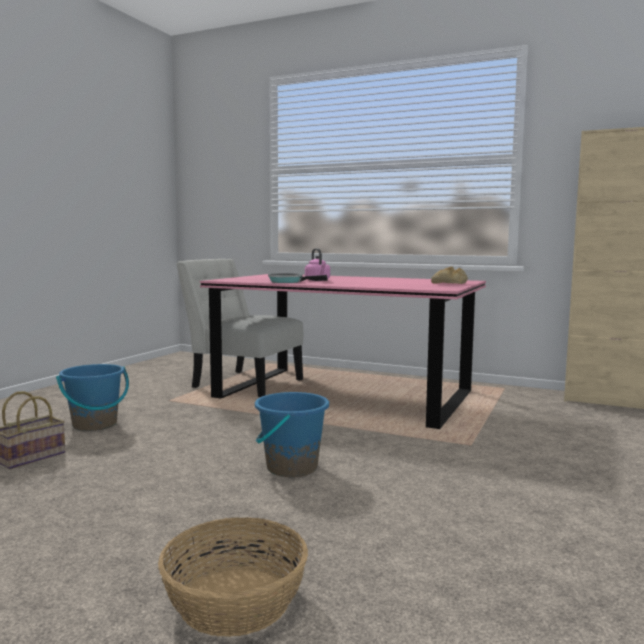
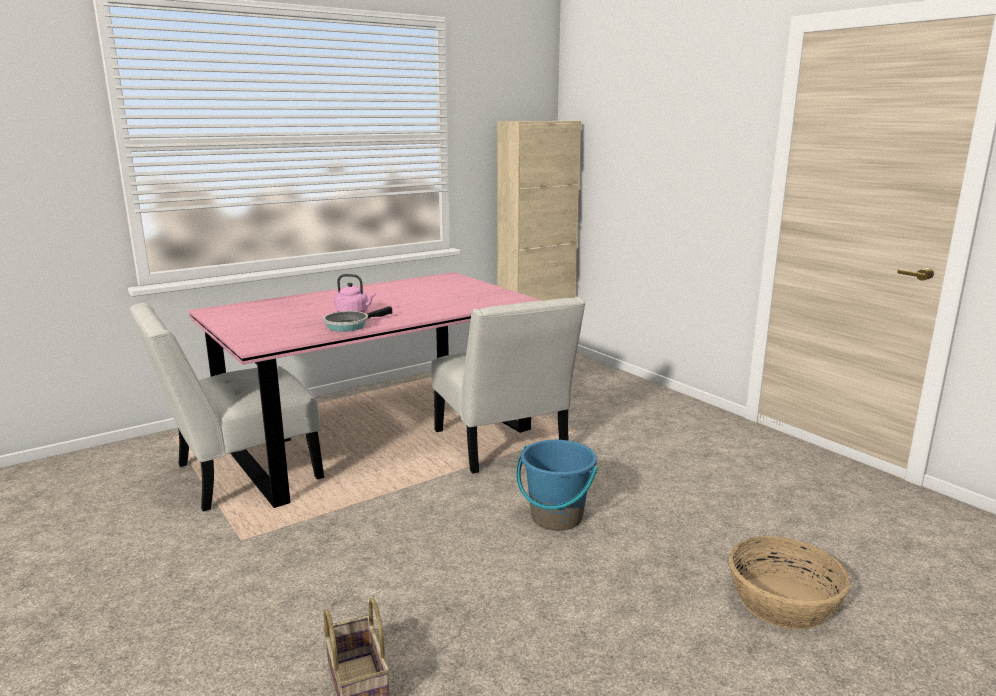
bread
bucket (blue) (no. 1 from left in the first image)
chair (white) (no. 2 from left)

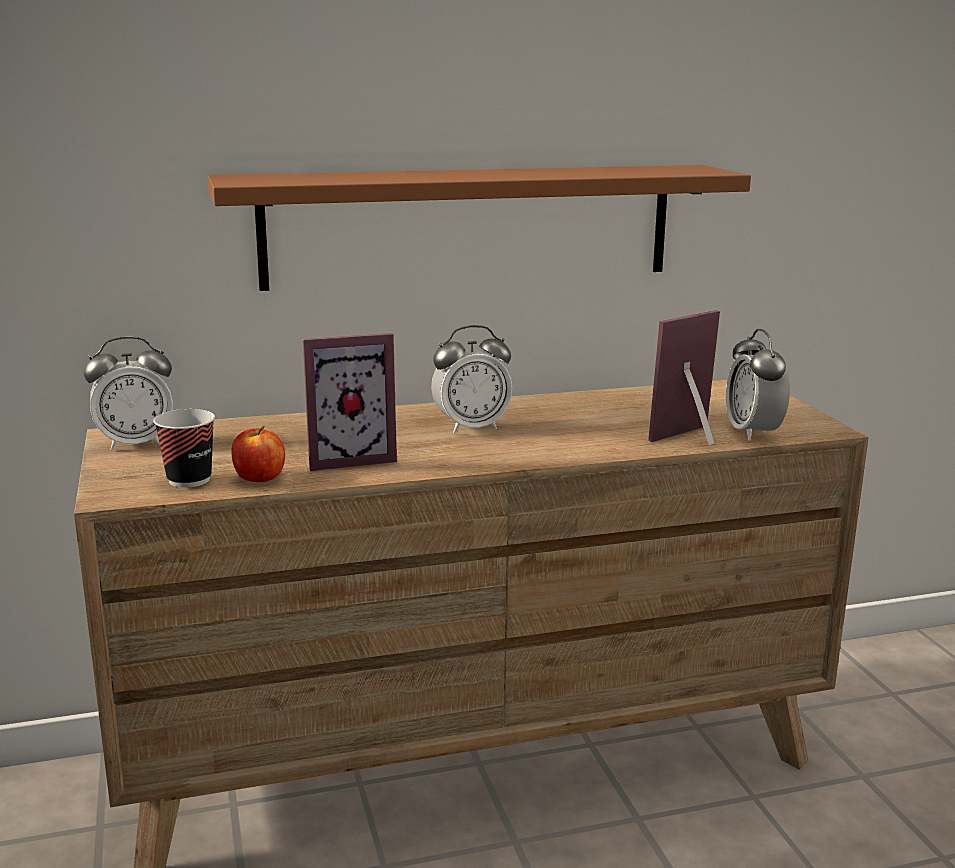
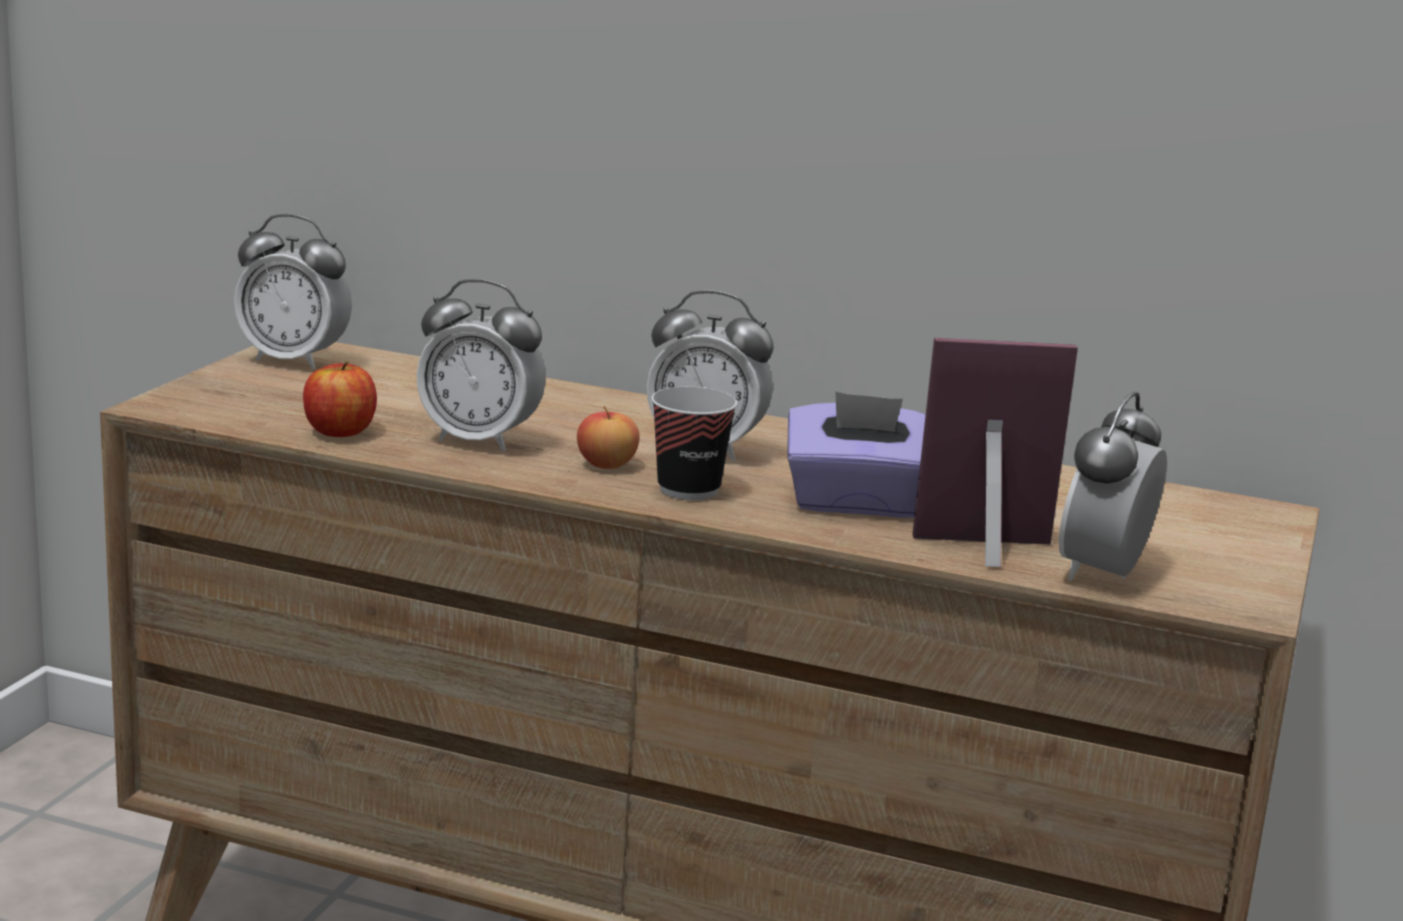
shelf (brown)
alarm clock (no. 2 from left)
cup
tissue box (purple)
apple (no. 2 from left)

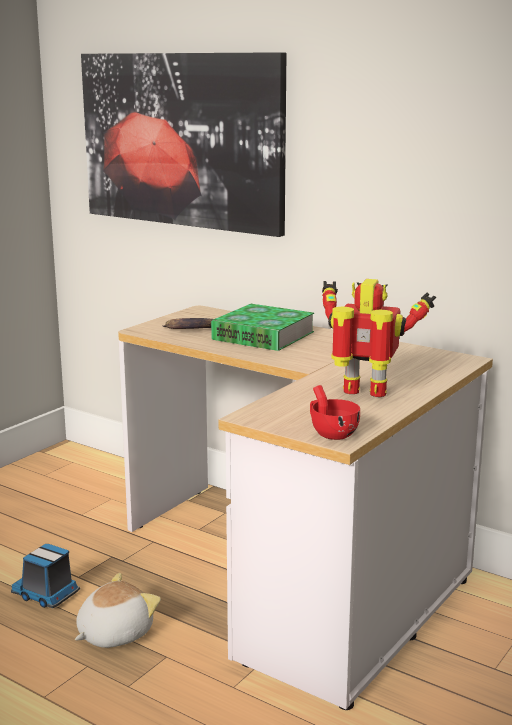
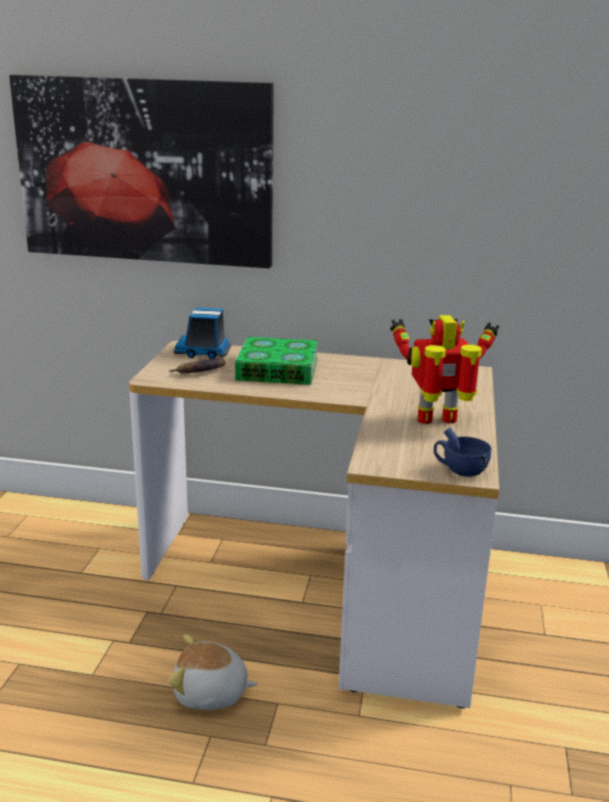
cup (blue)
toy truck
plush toy

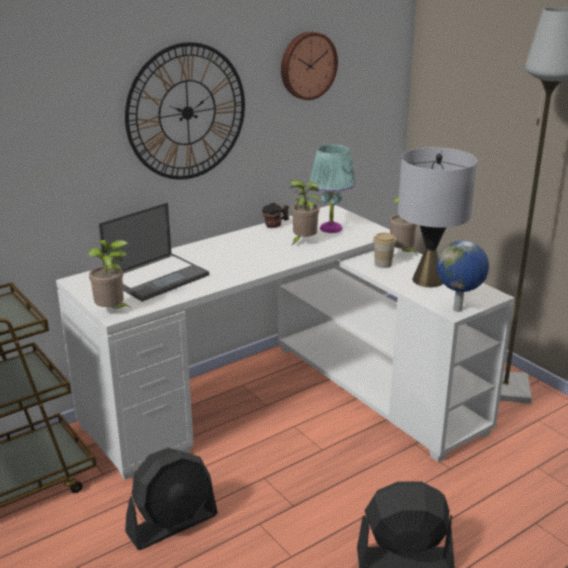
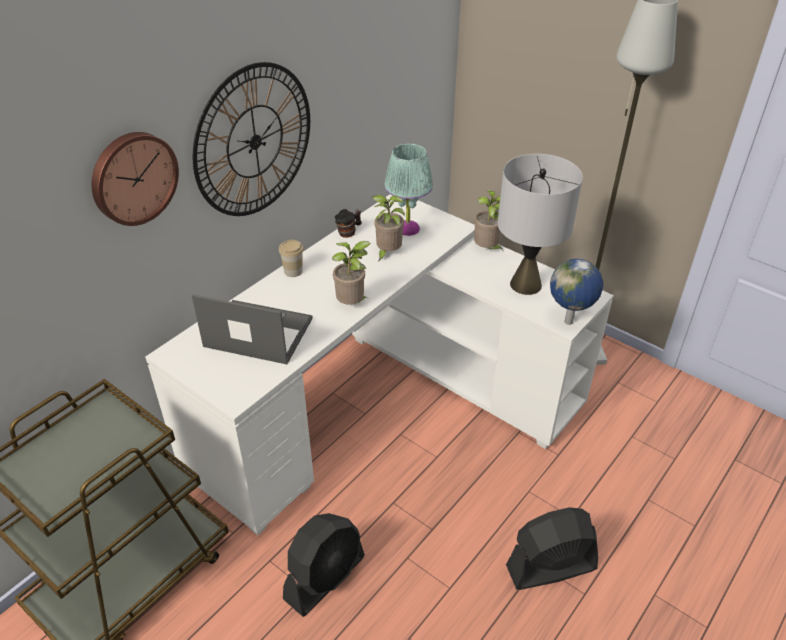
wall clock (no. 1 from left)
laptop
cup
potted plant (no. 1 from left)

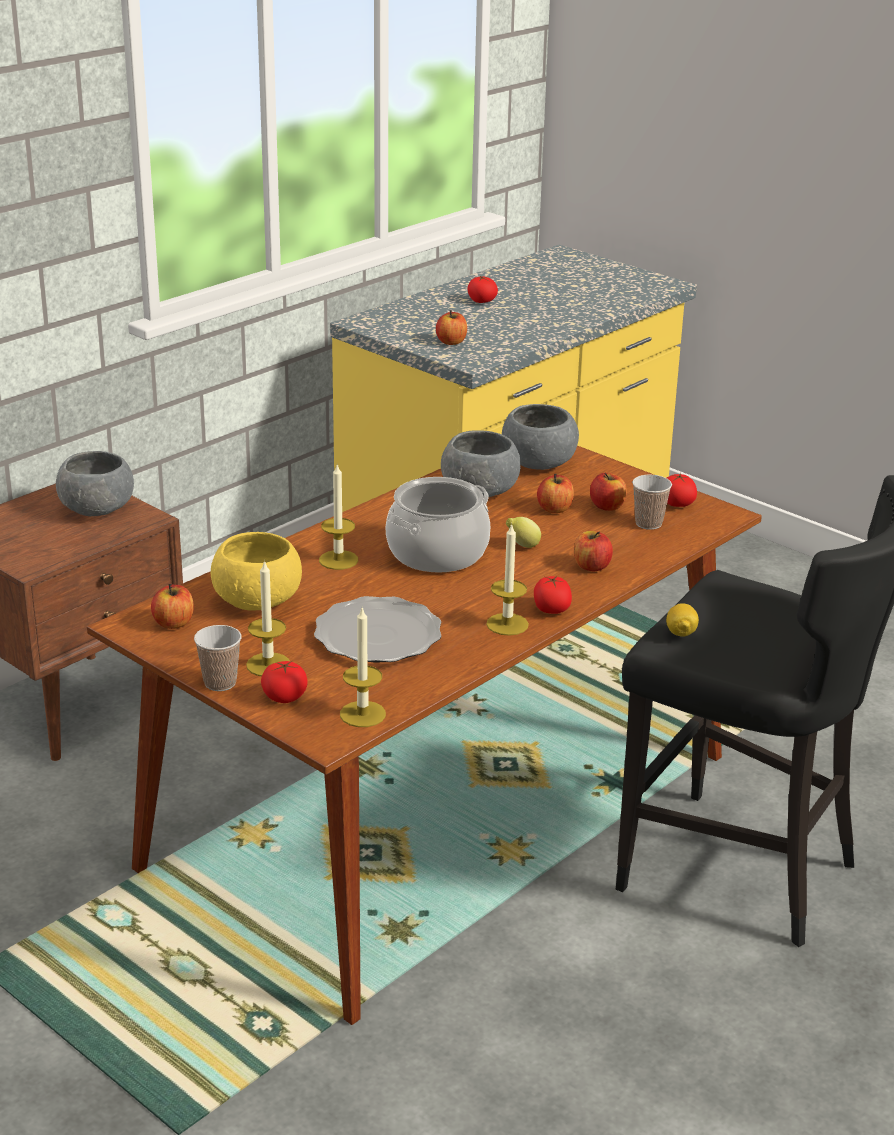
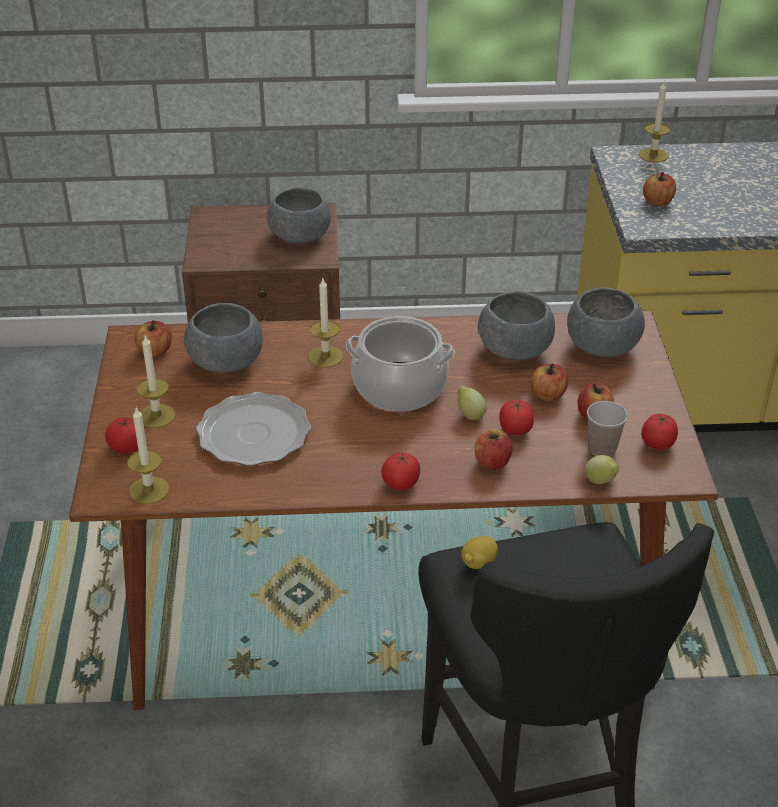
tomato (no. 3 from left)
candle (no. 4 from left)
bowl (grey) (no. 1 from left)
cup (no. 1 from left in the first image)
lemon (no. 3 from left)

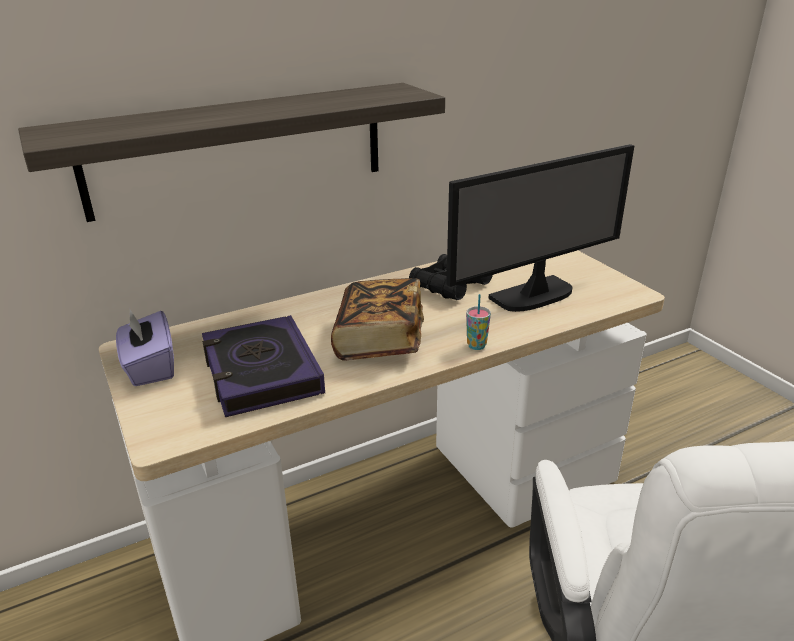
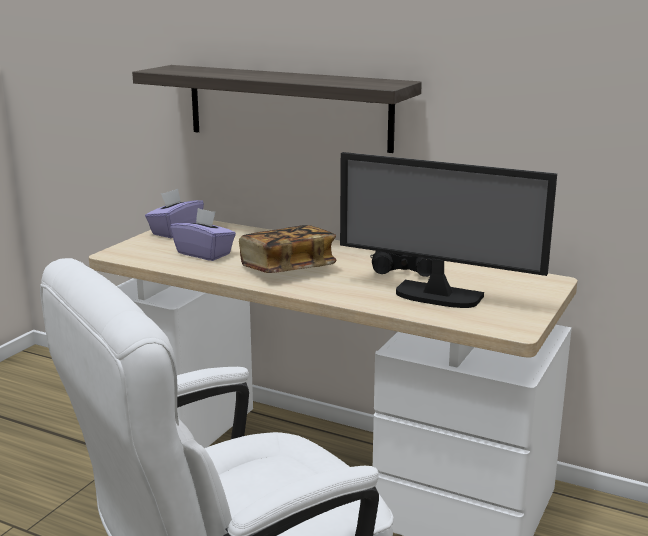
cup
tissue box (purple) (no. 2 from left)

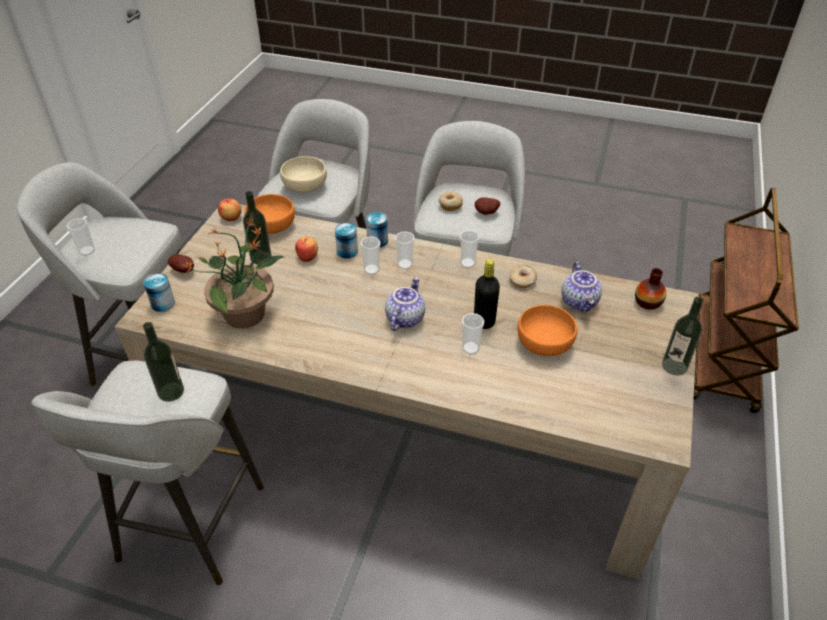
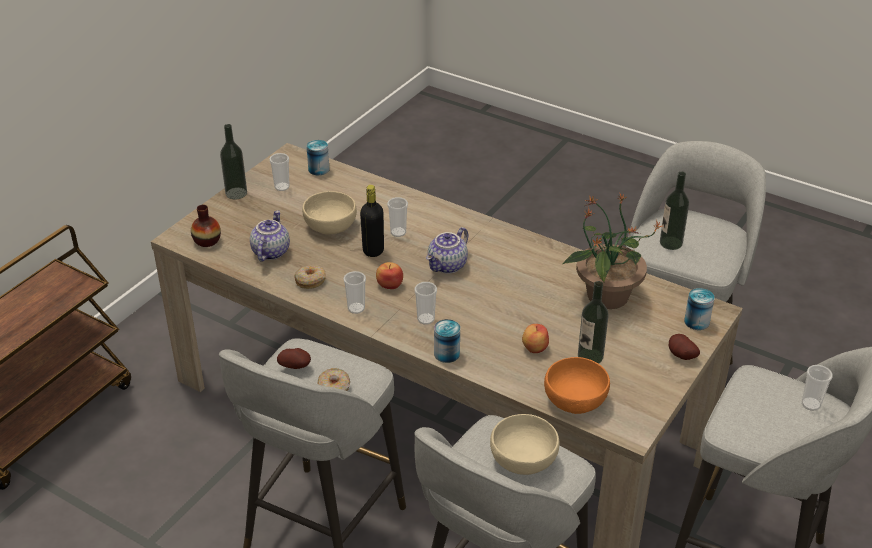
apple (no. 1 from left)
can (no. 1 from left)
cup (no. 1 from left)
bowl (beige) (no. 1 from left)

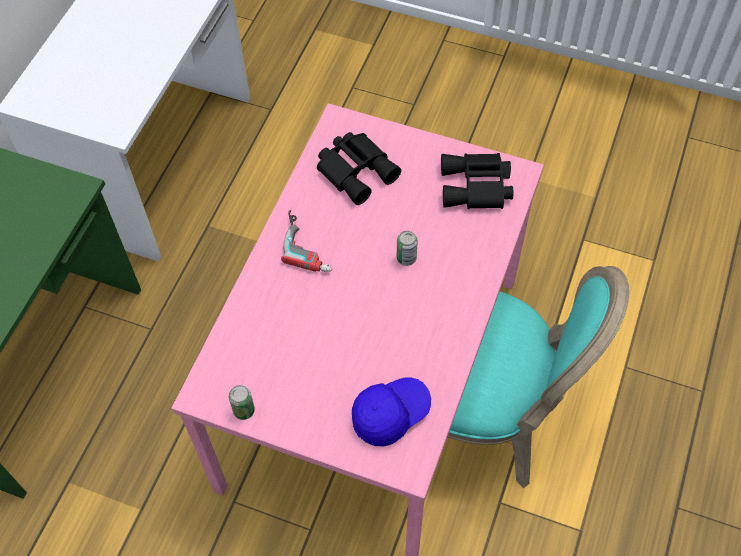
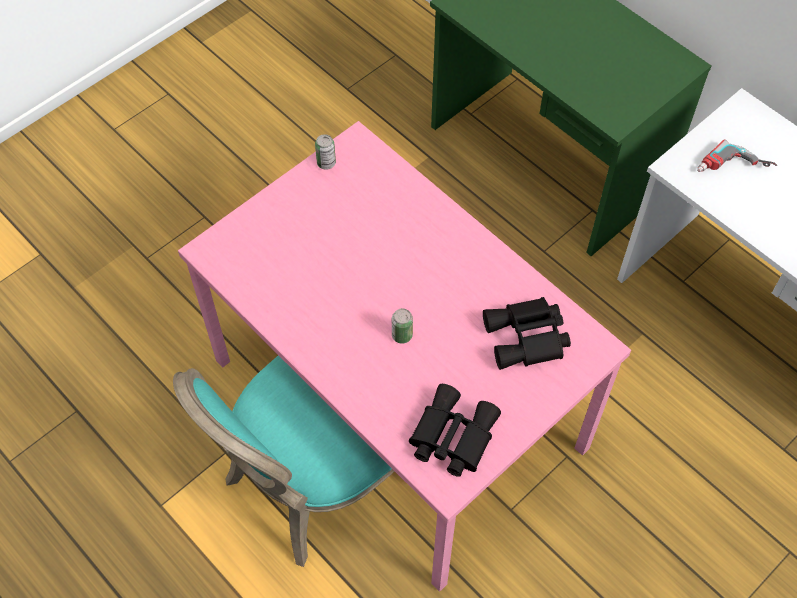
power drill
cap (blue)

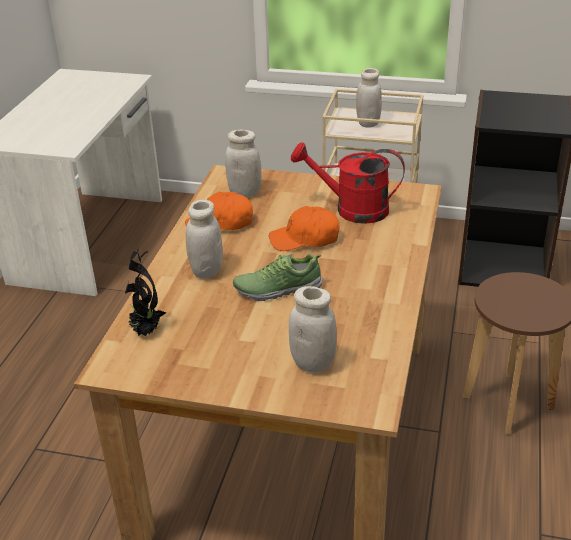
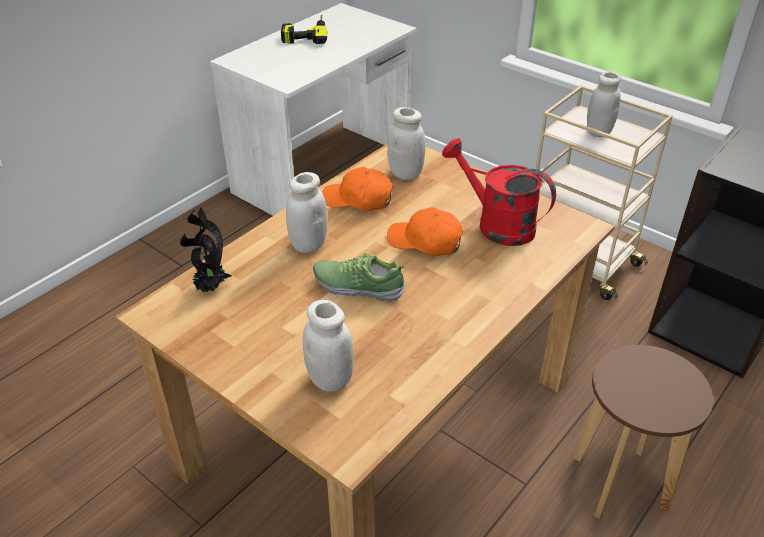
power drill

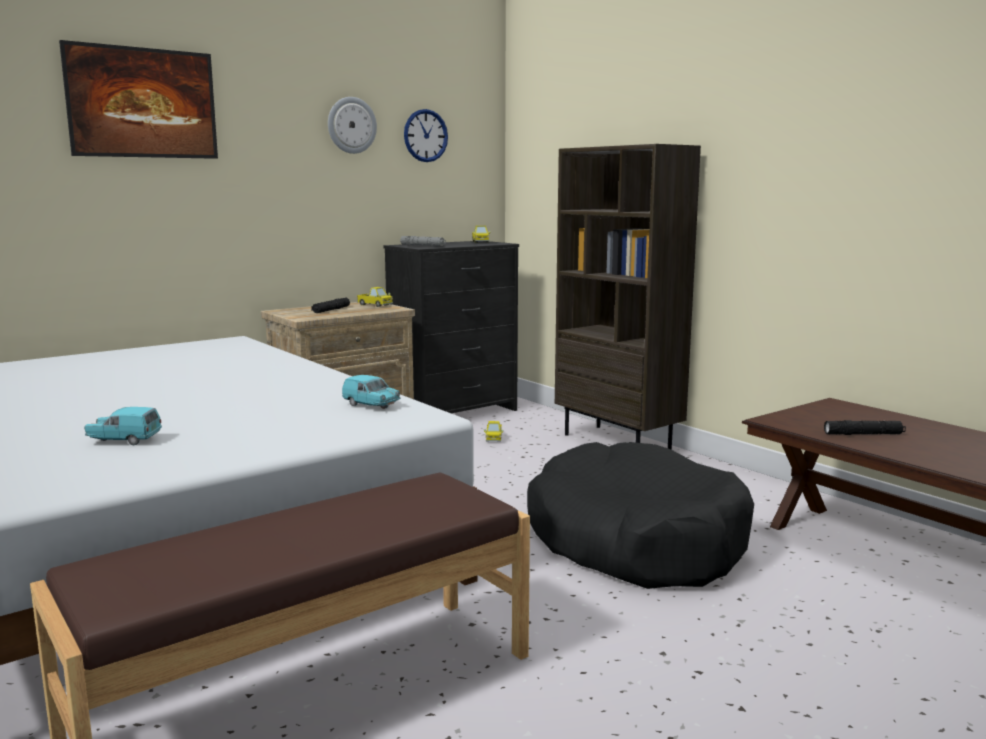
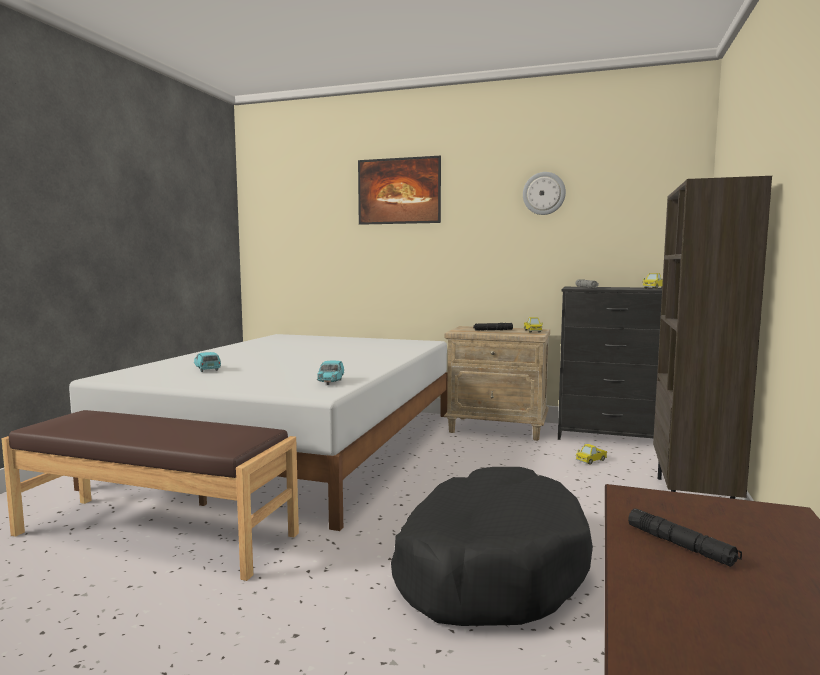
wall clock (no. 2 from left in the first image)

